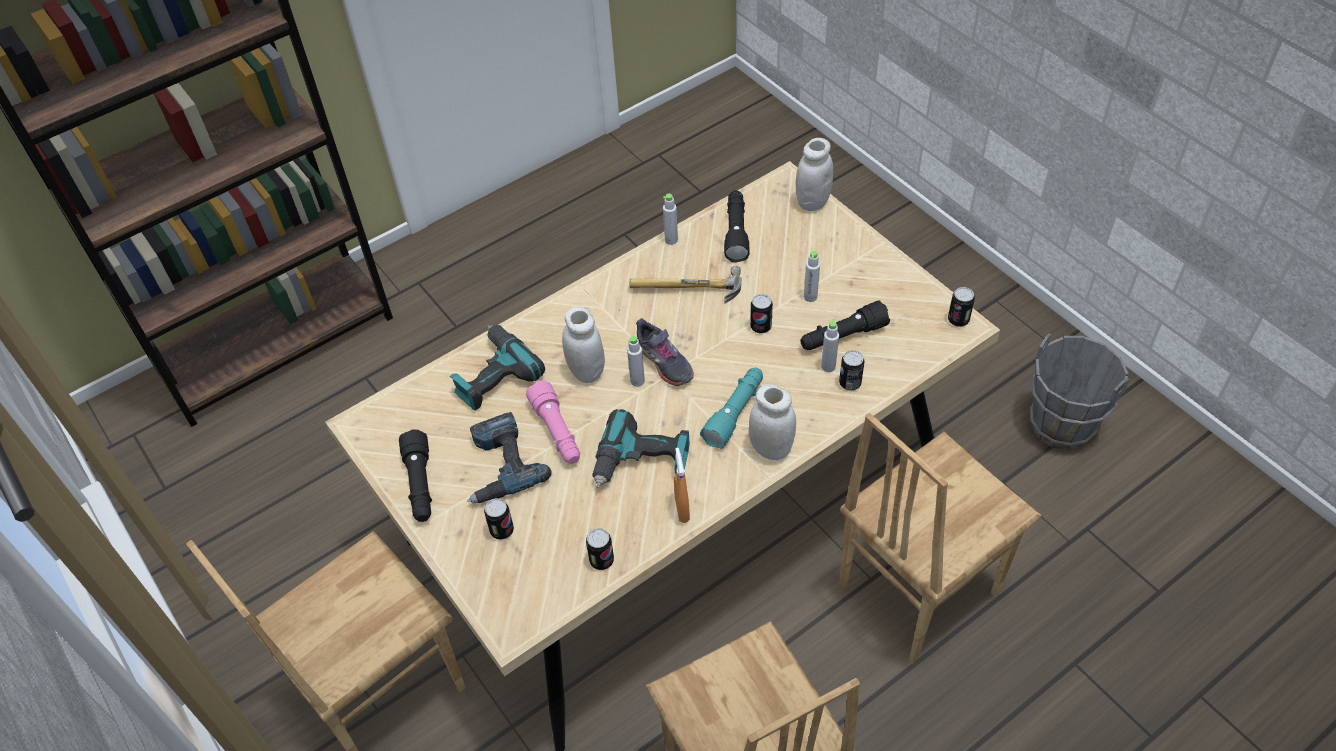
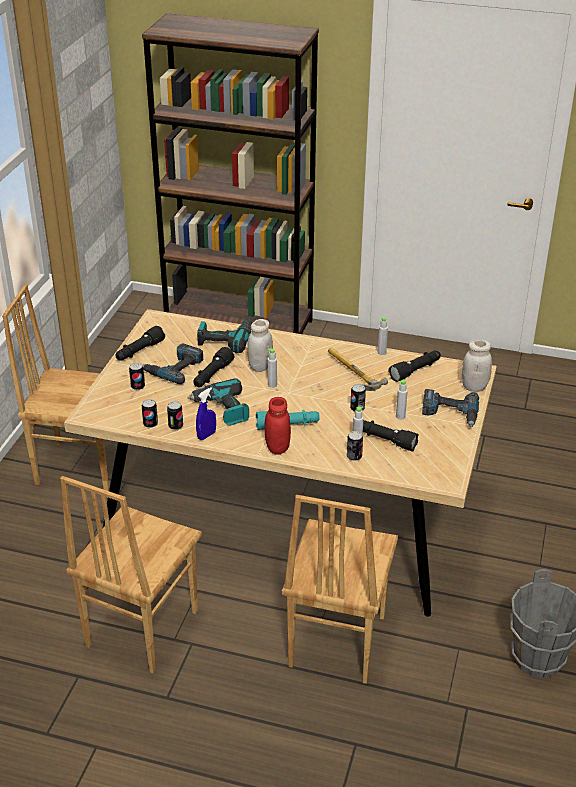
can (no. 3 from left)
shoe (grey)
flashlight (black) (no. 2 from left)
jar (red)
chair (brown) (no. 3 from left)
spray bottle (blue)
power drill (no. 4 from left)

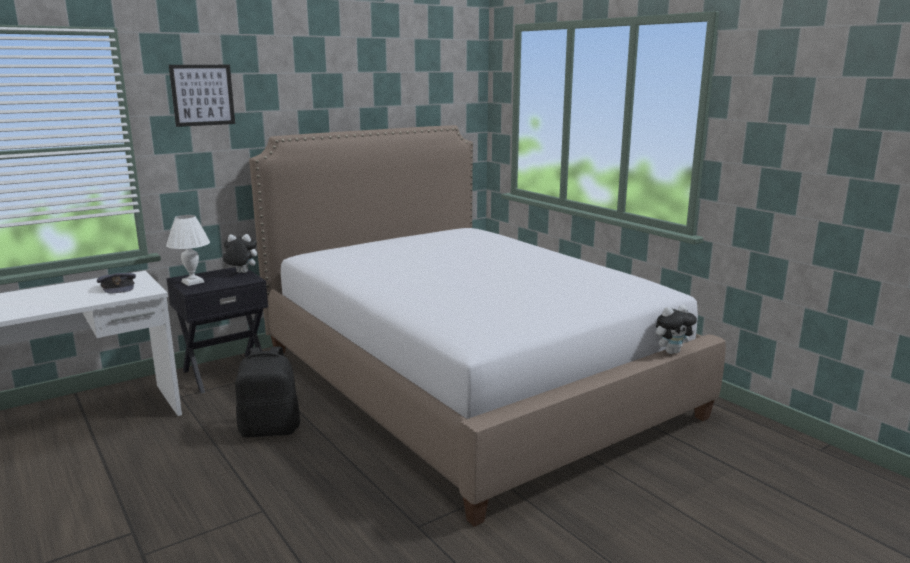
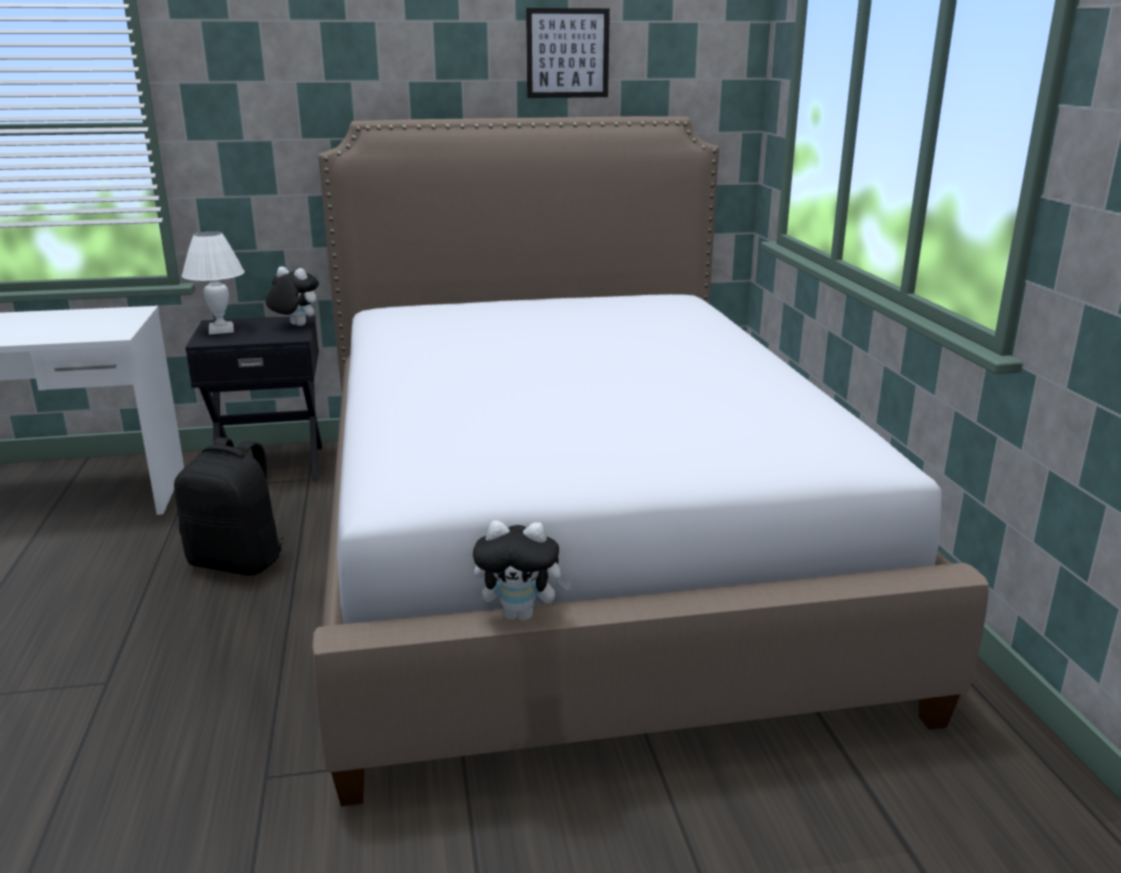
picture
cap (grey)
plush toy (no. 2 from left)

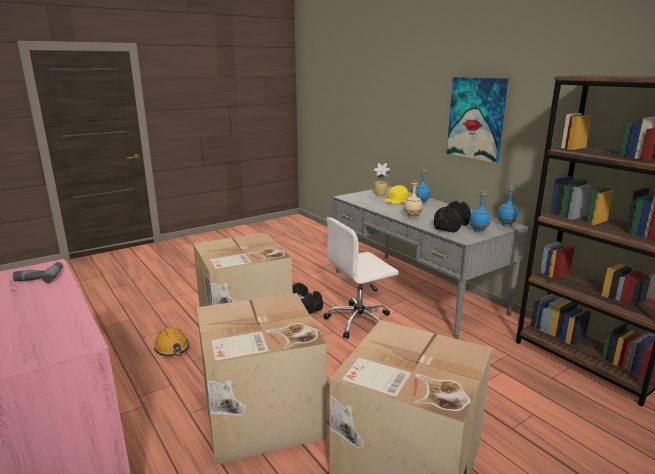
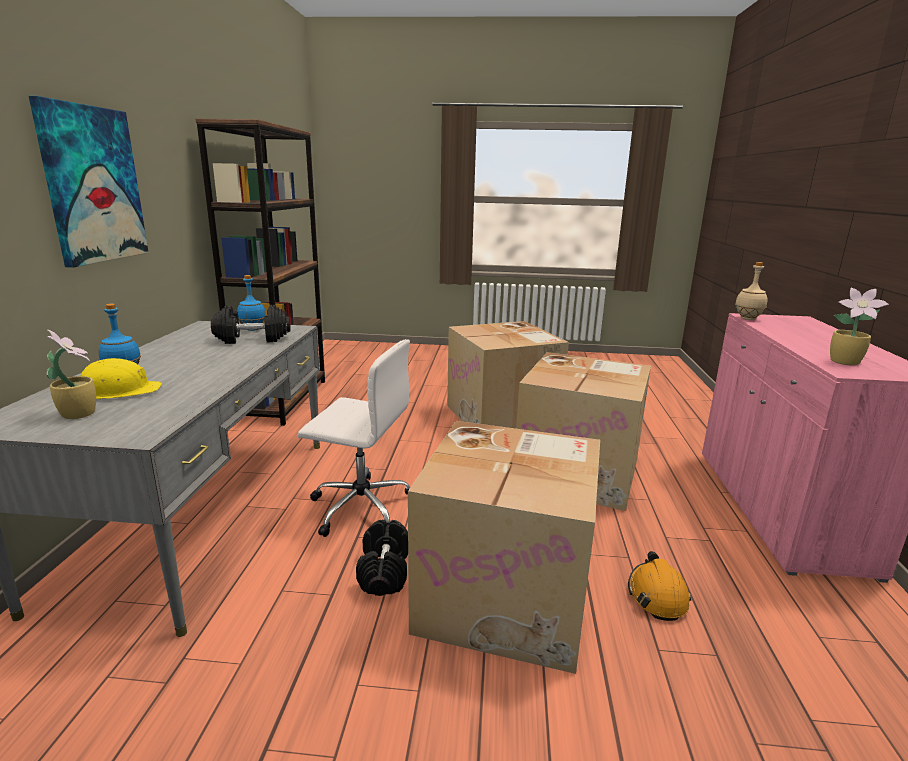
bottle (beige)
bottle (blue) (no. 3 from left in the first image)
potted plant (no. 2 from left)

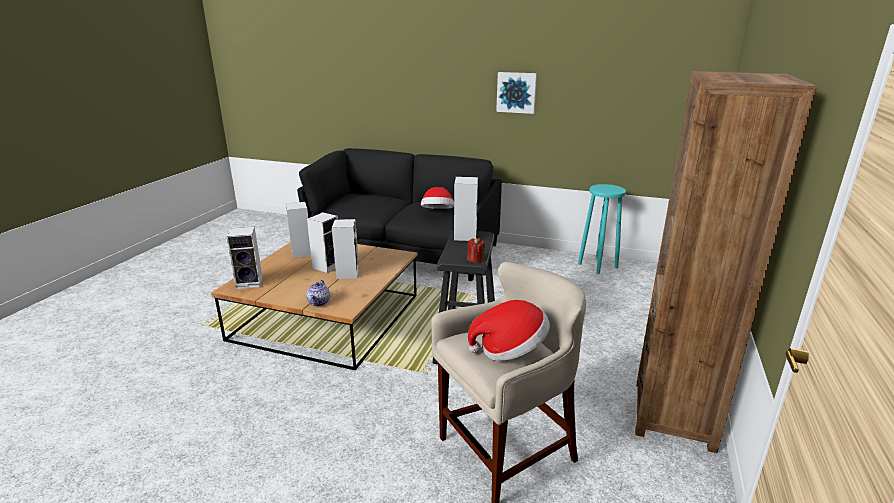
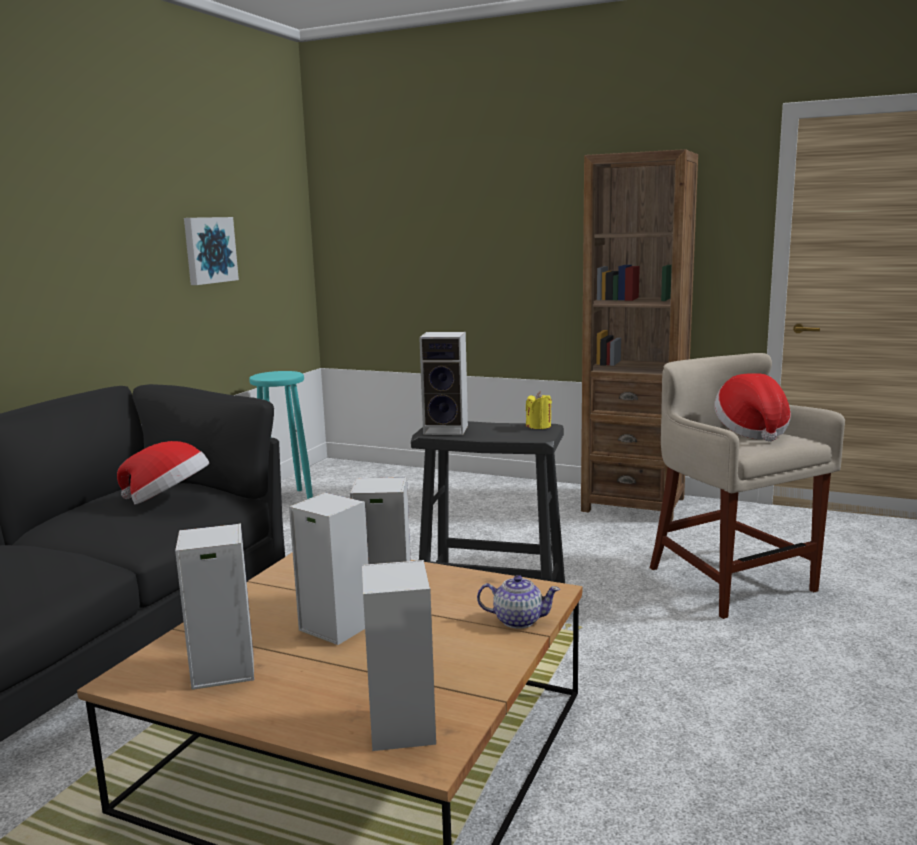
picture
candle (yellow)

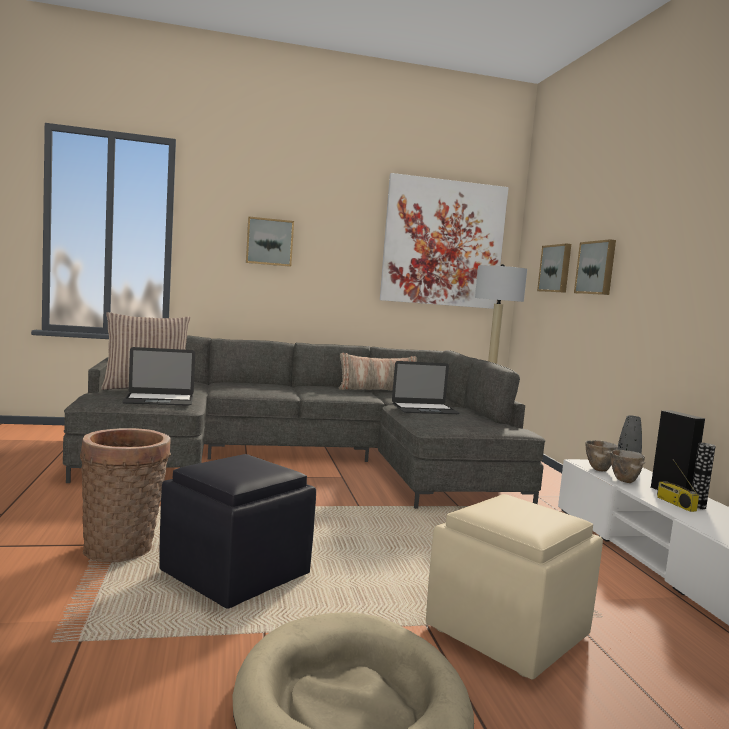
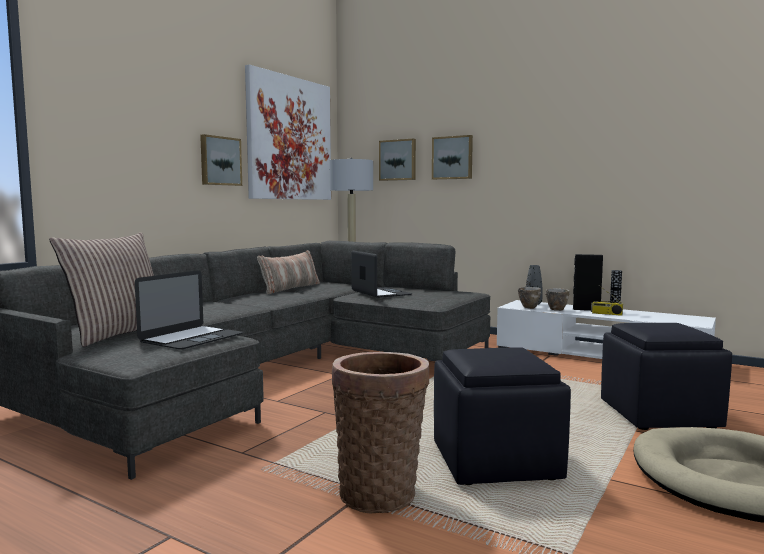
picture (no. 1 from left)
laptop (no. 2 from left)
ottoman (black) (no. 2 from left)

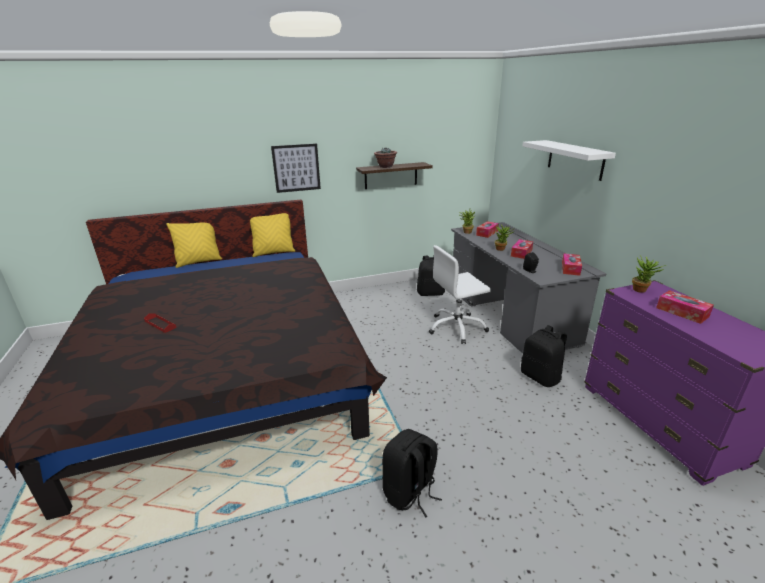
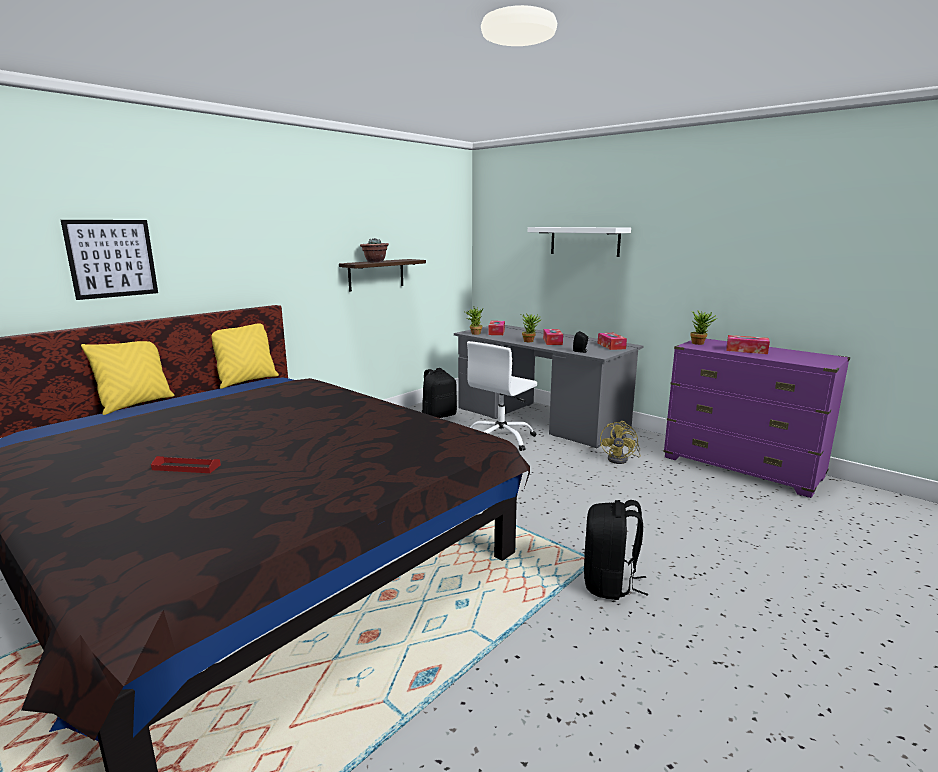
picture
fan (yellow)

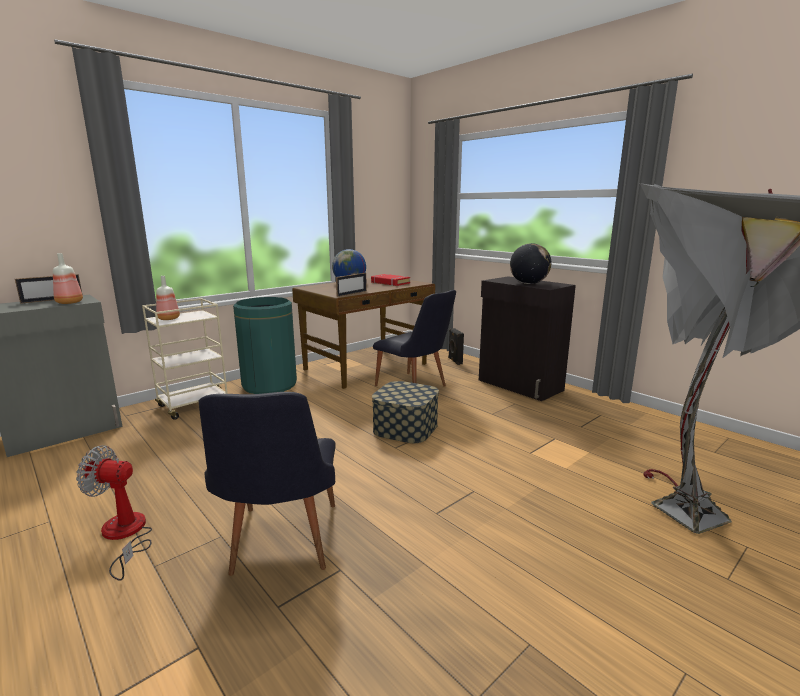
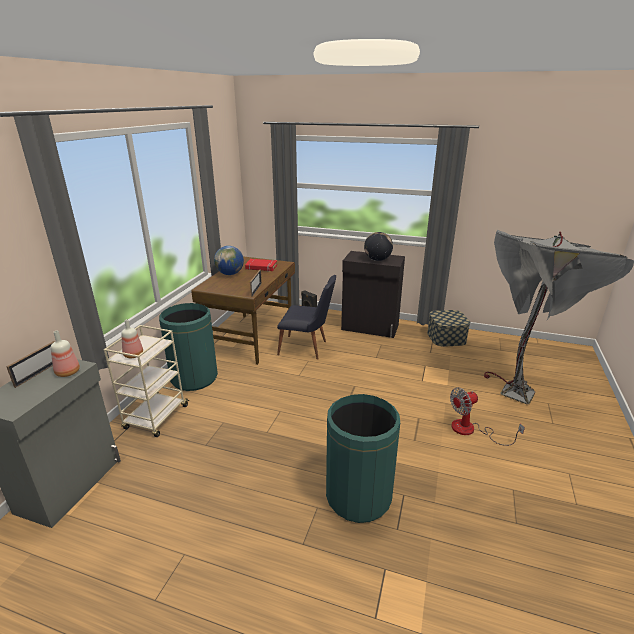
storage box
trash can (green) (no. 2 from left)
fan

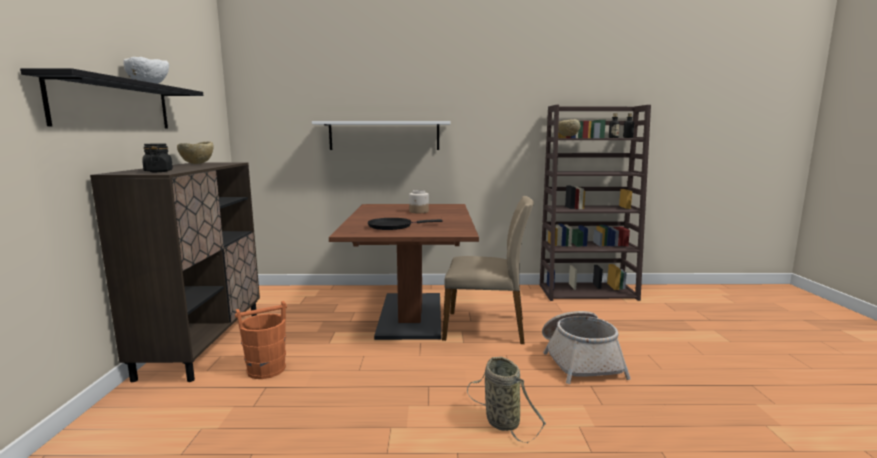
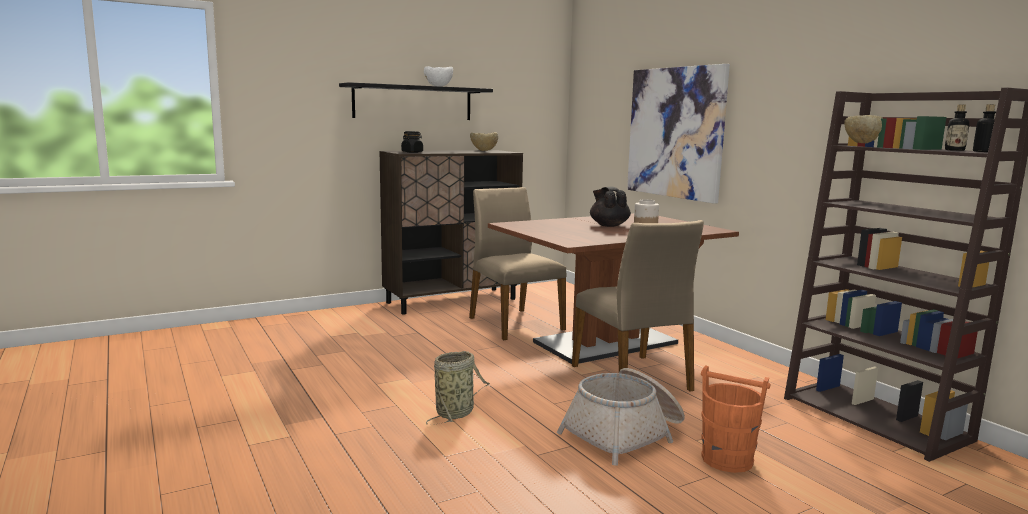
picture
frying pan (black)
bucket (orange)
chair (beige) (no. 1 from left)
teapot (black)

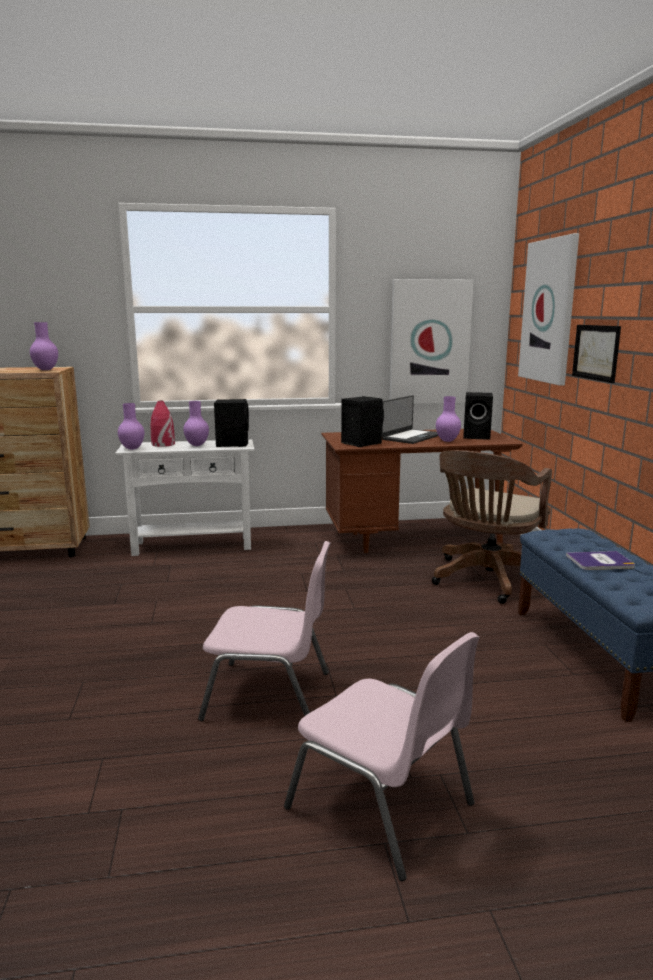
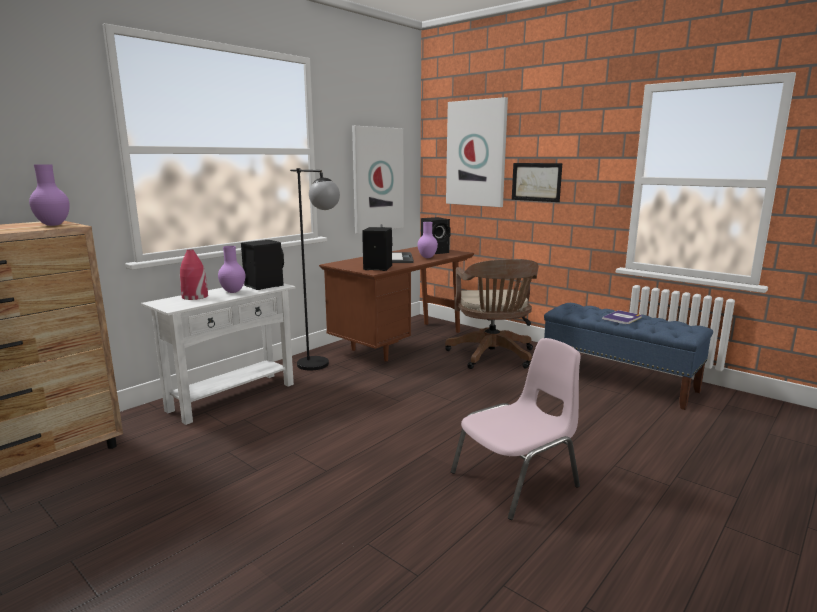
vase (purple) (no. 2 from left in the first image)
chair (pink) (no. 2 from left in the first image)
floor lamp (black)

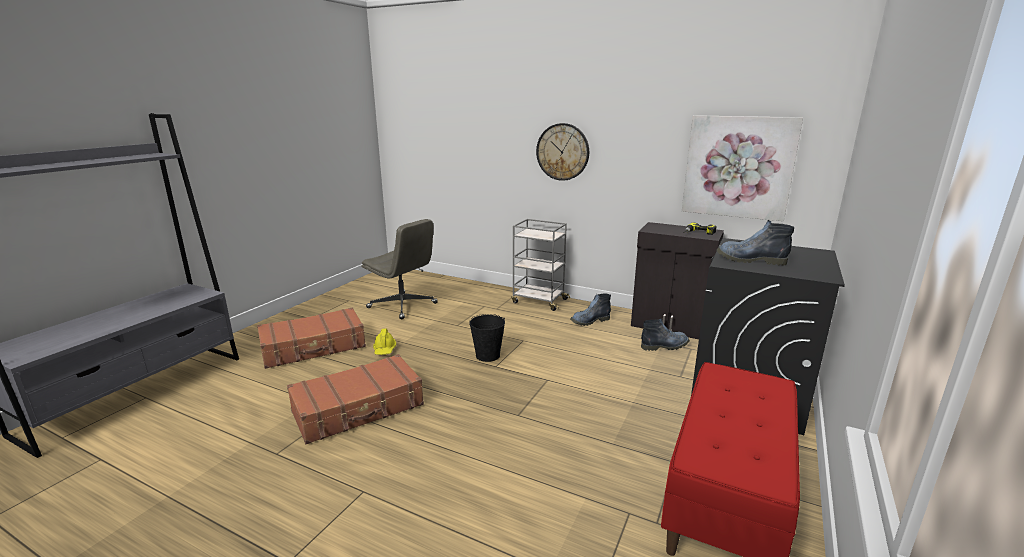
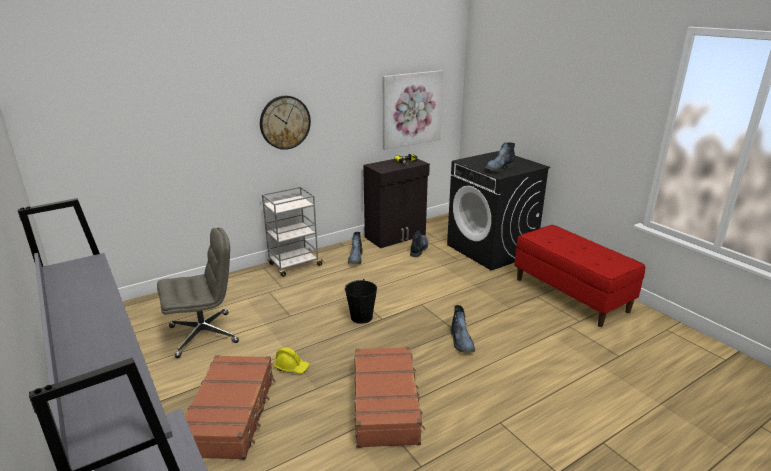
boot (no. 3 from left)

